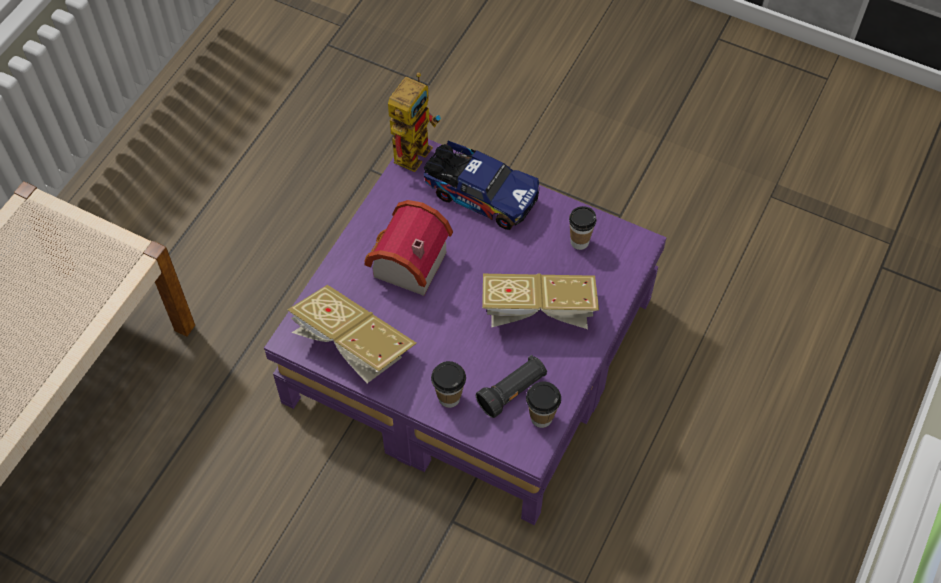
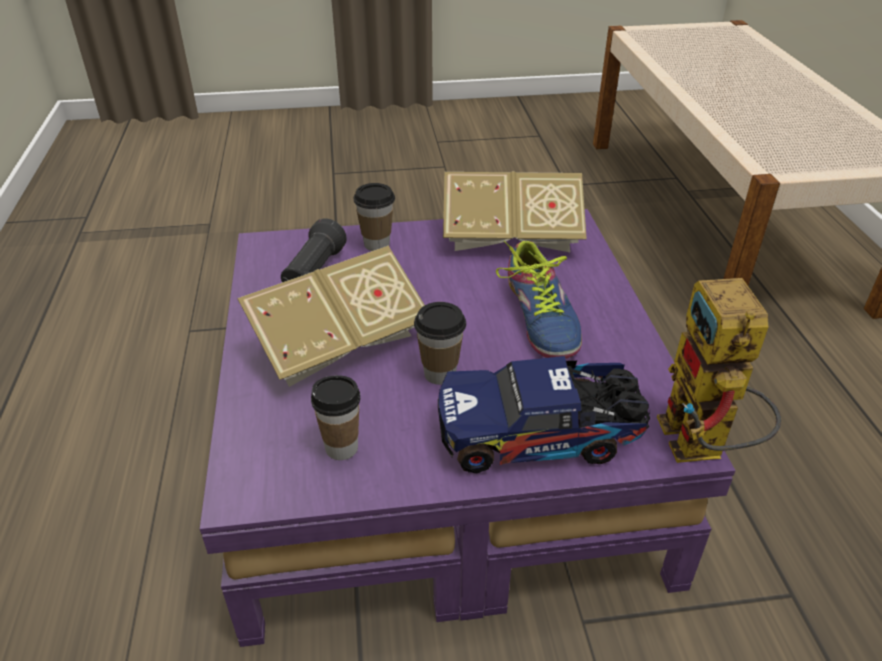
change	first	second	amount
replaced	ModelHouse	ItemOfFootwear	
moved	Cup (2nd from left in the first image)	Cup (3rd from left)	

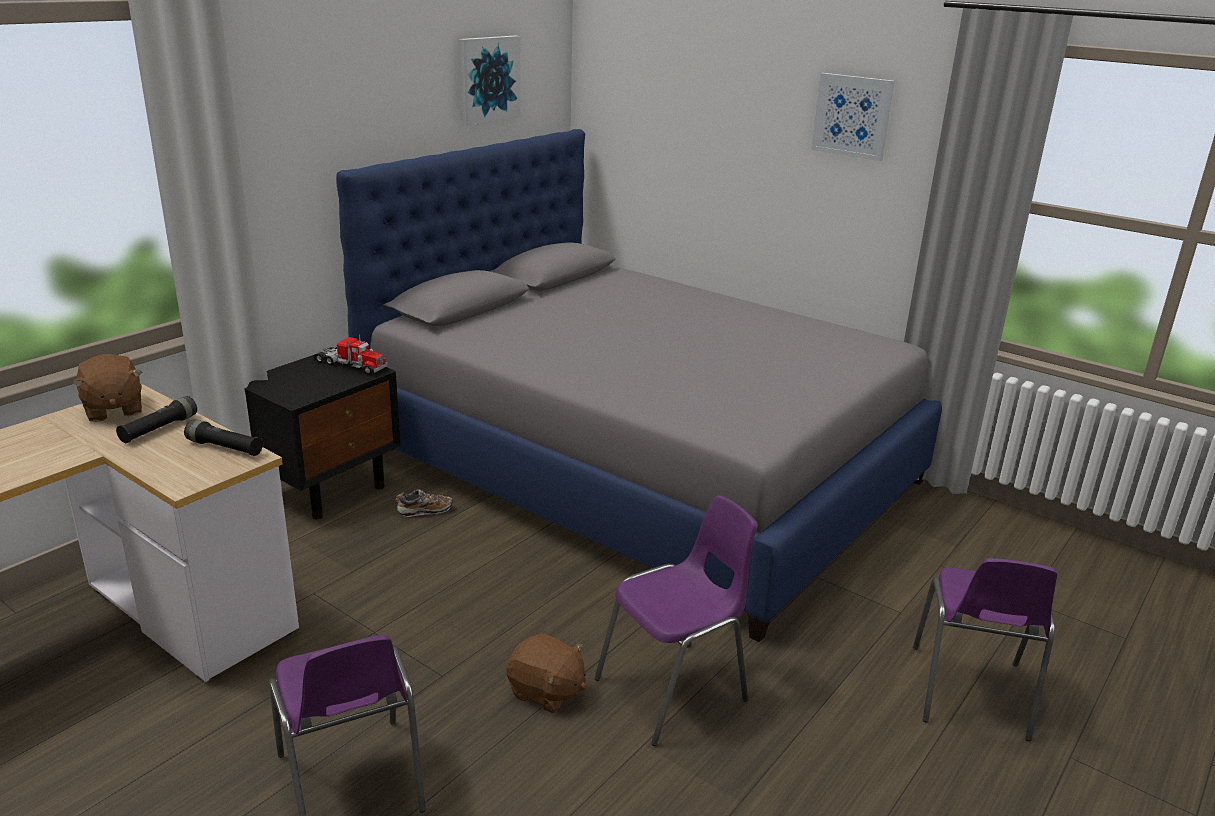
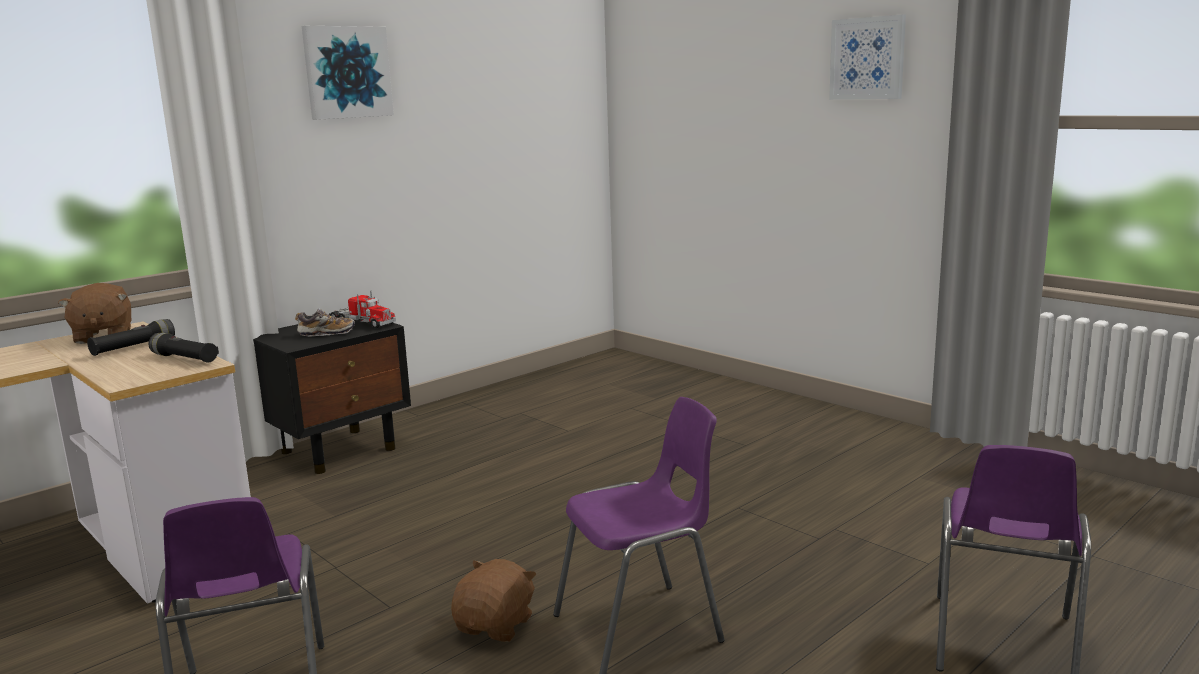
change	first	second	amount
removed	GreyishBed		
moved	ItemOfFootwear		
moved	WallArt (1st from left)		
turned	BrownishSoftToy (2nd from left)		105 degrees counterclockwise

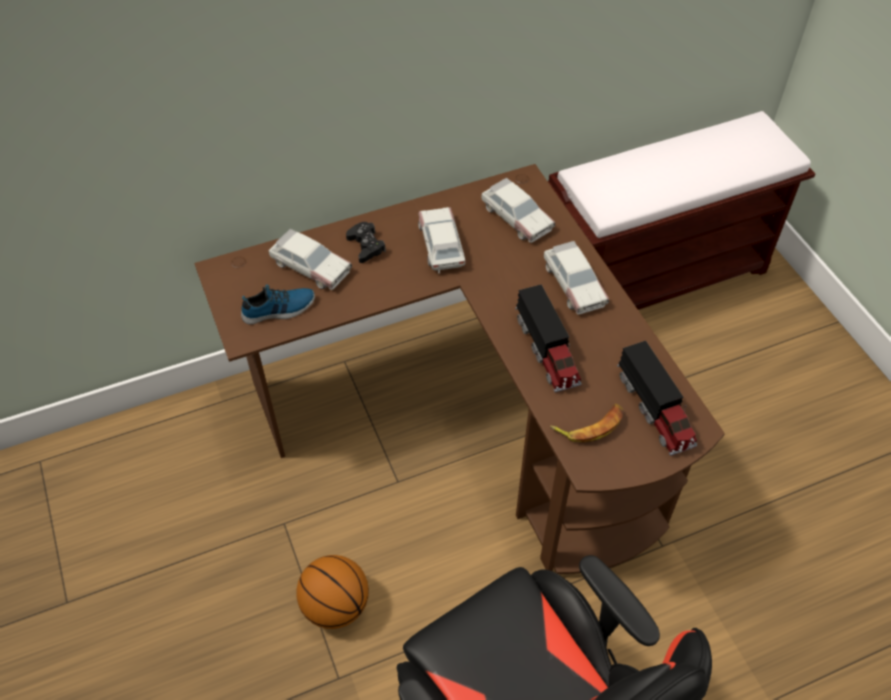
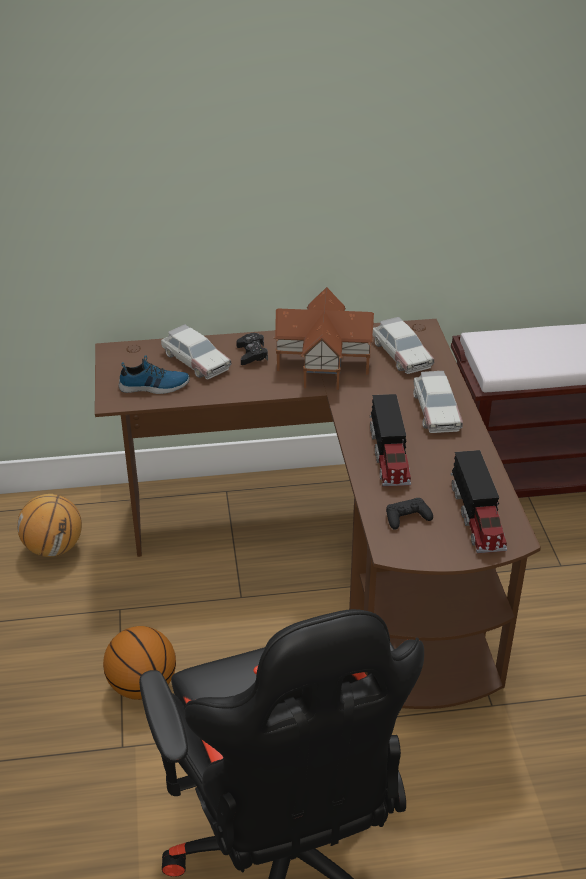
change	first	second	amount
replaced	ModelCar (2nd from left)	ModelHouse	
replaced	Banana	BlackColouredJoypad (2nd from left)	
added		Basketball (1st from left)	

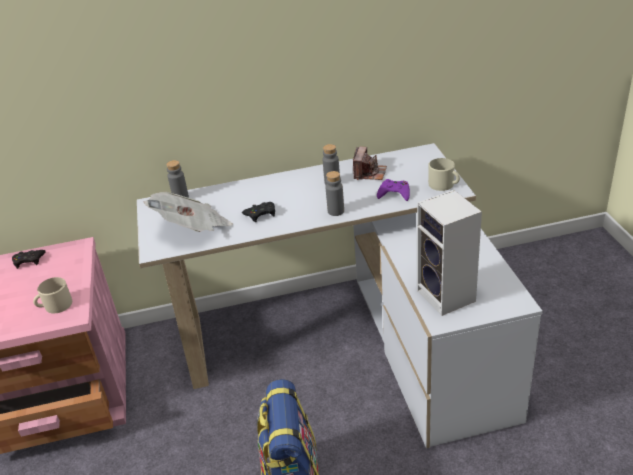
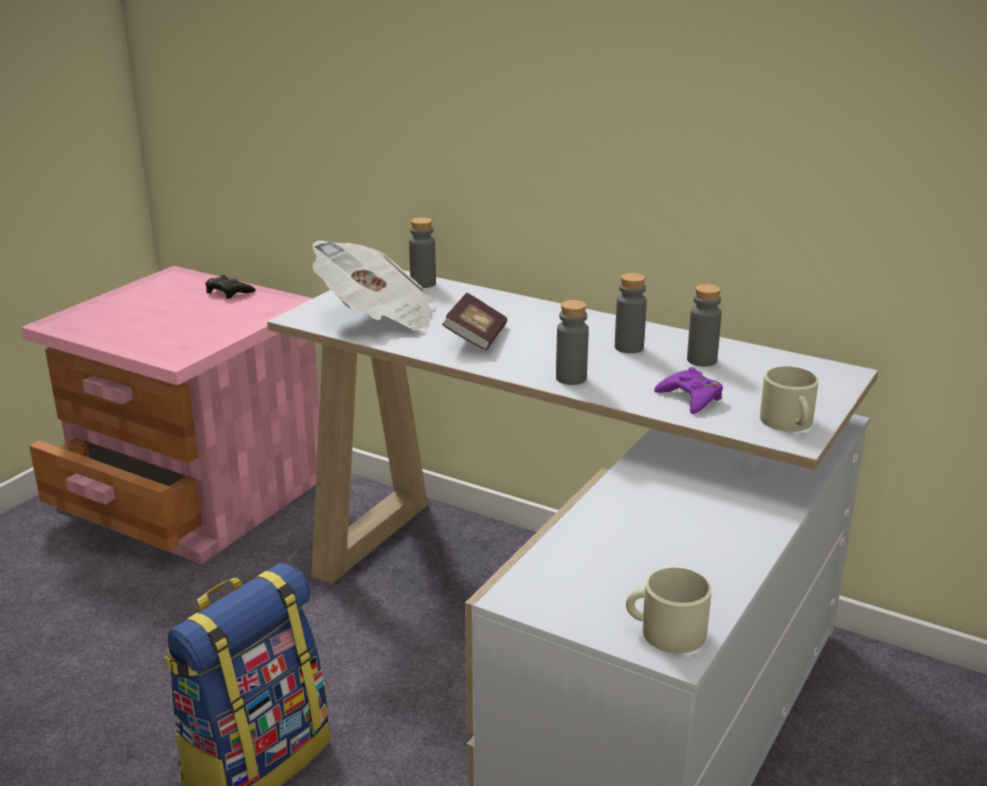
change	first	second	amount
moved	BeigeColouredTeaMug (1st from left)		
replaced	BlackColouredJoypad (2nd from left)	BoundBook	
replaced	StillCamera	GreyishBeverageBottle (4th from left)	
removed	AudioSpeaker		

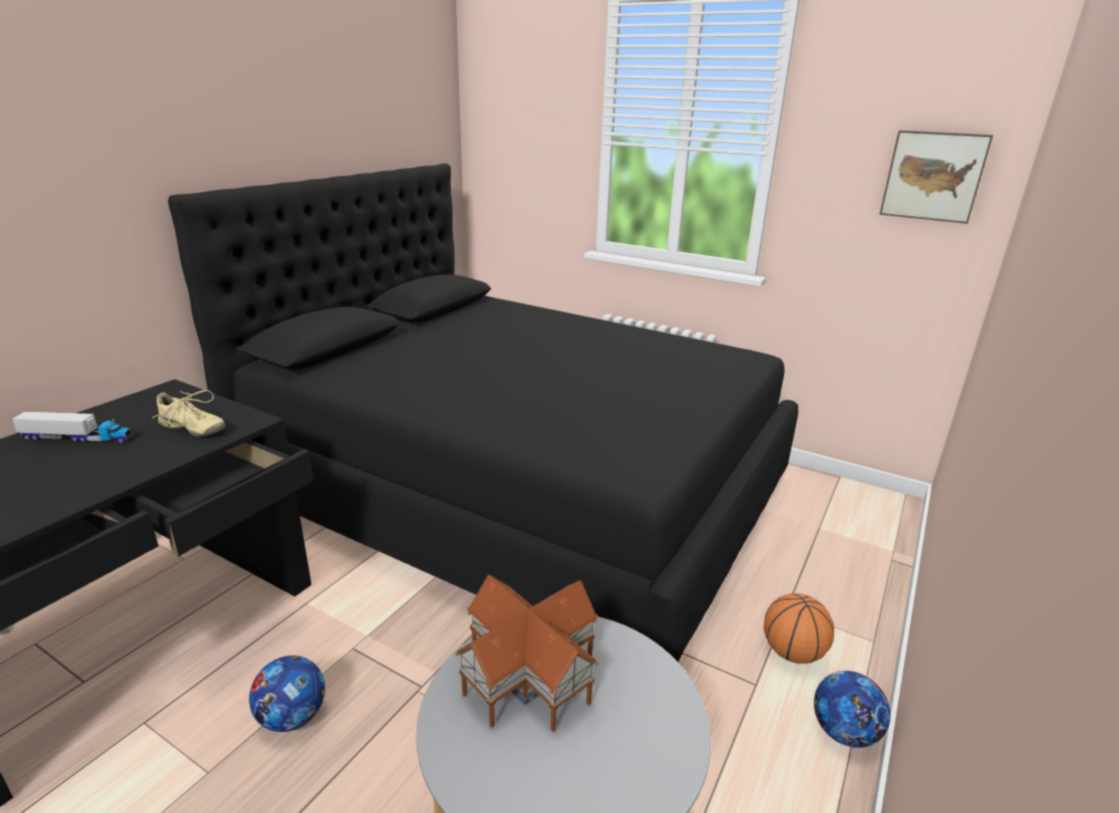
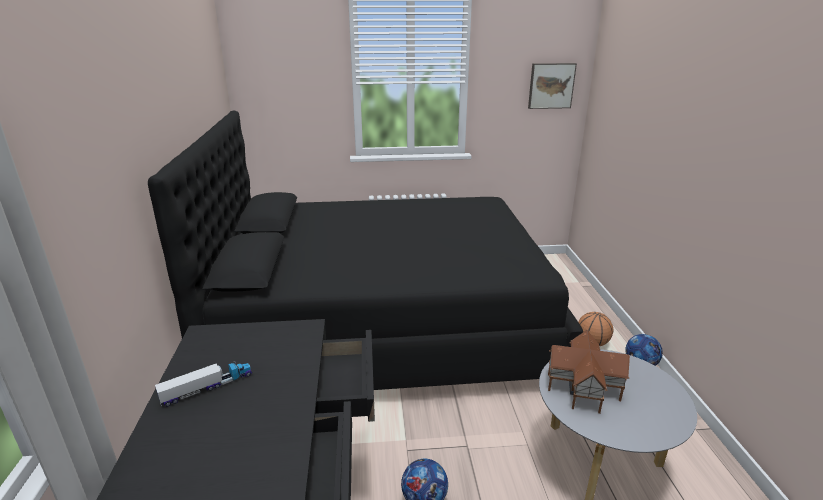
change	first	second	amount
removed	BeigeColouredItemOfFootwear		

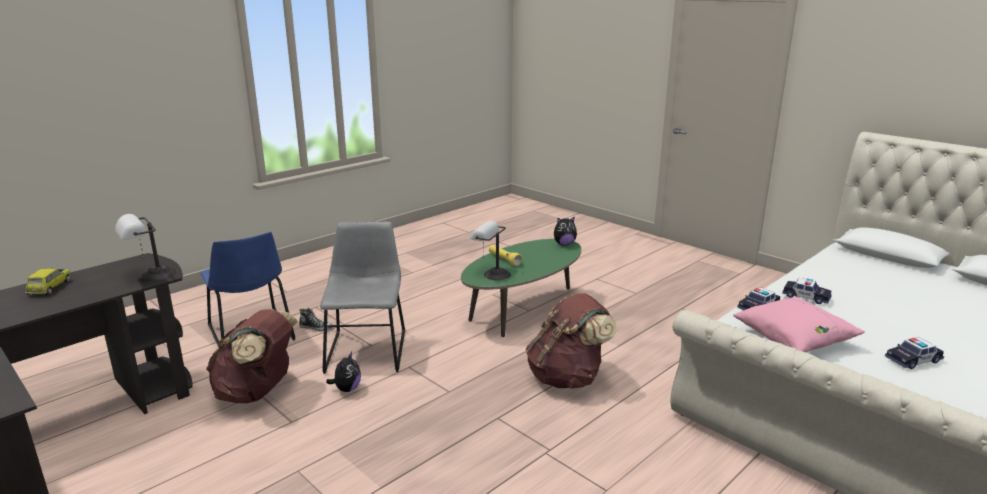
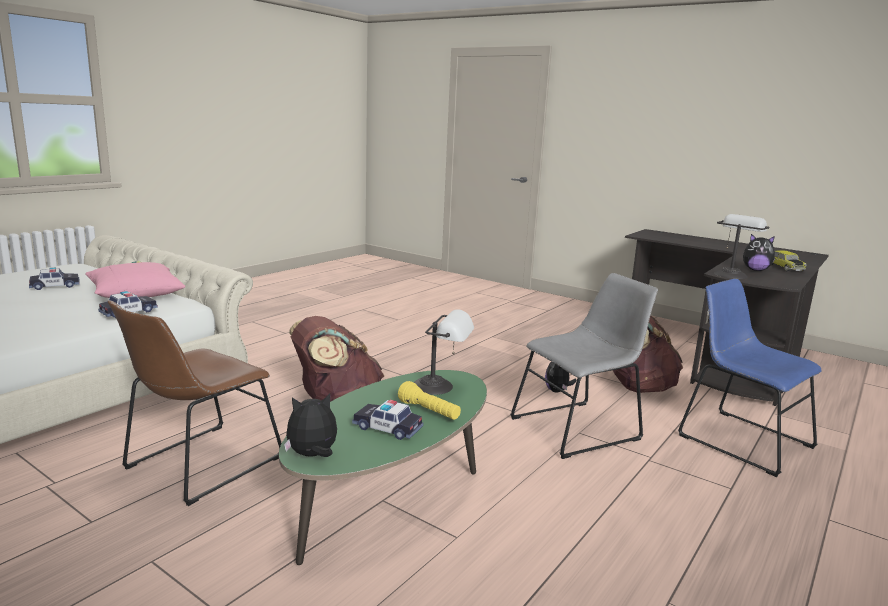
change	first	second	amount
removed	ItemOfFootwear		
turned	GreyishChair		105 degrees counterclockwise
moved	ModelCar (3rd from left)		
added		BrownishChair	
added		SoftToy (3rd from left)	

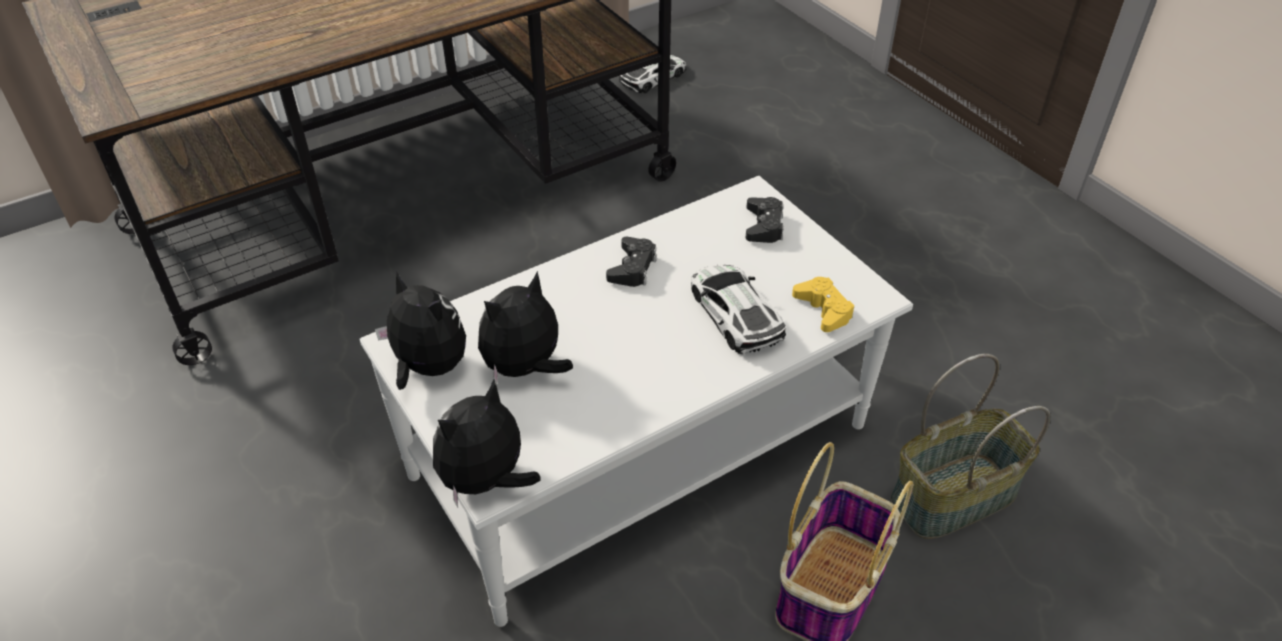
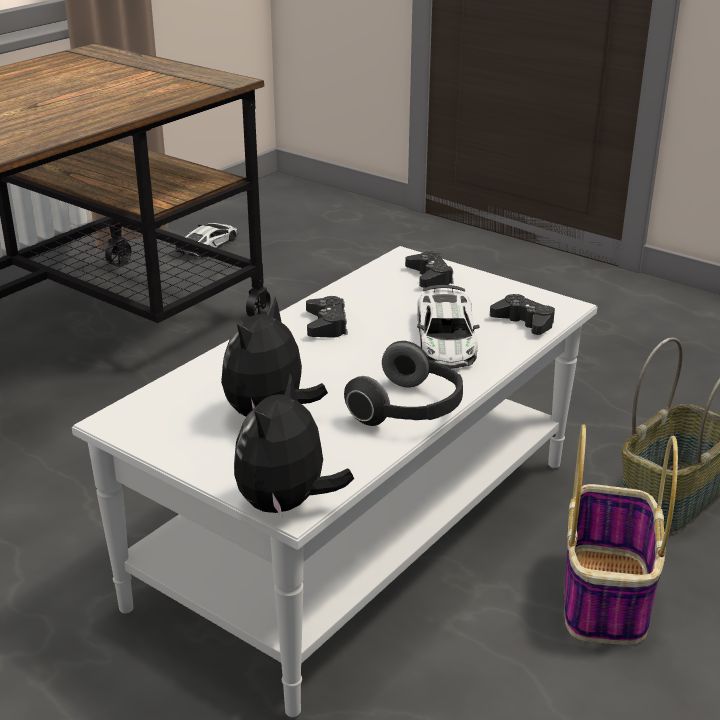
change	first	second	amount
removed	SoftToy (1st from left)		
turned	ModelCar (2nd from left)		135 degrees counterclockwise
recoloured	YellowColouredJoypad	BlackColouredJoypad (3rd from left)	
added		Headphones	

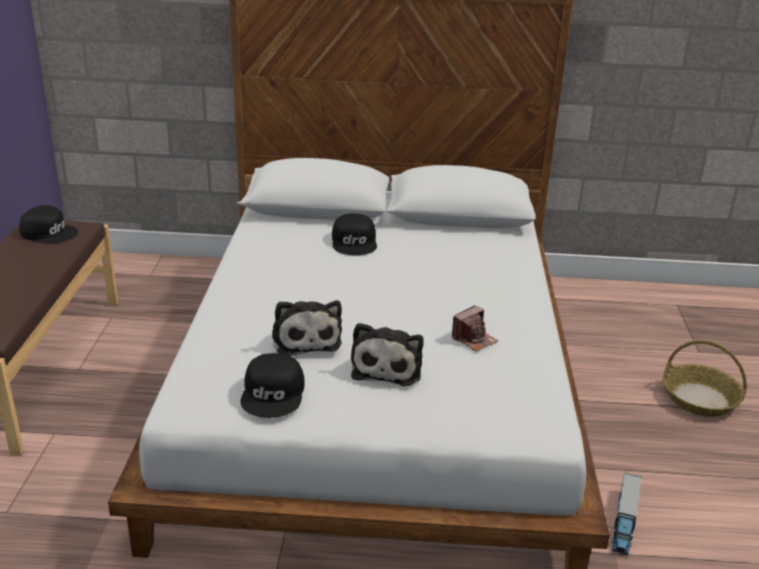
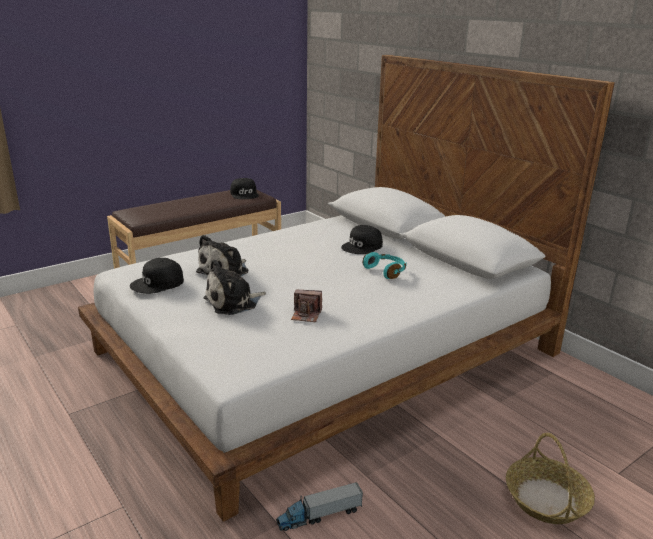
change	first	second	amount
added		TurquoiseColouredHeadphones	

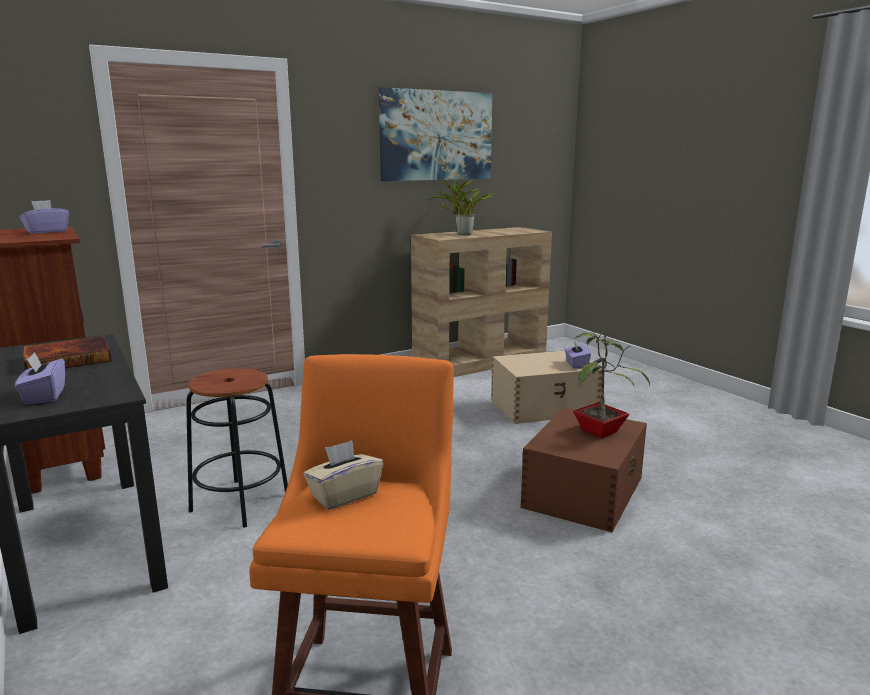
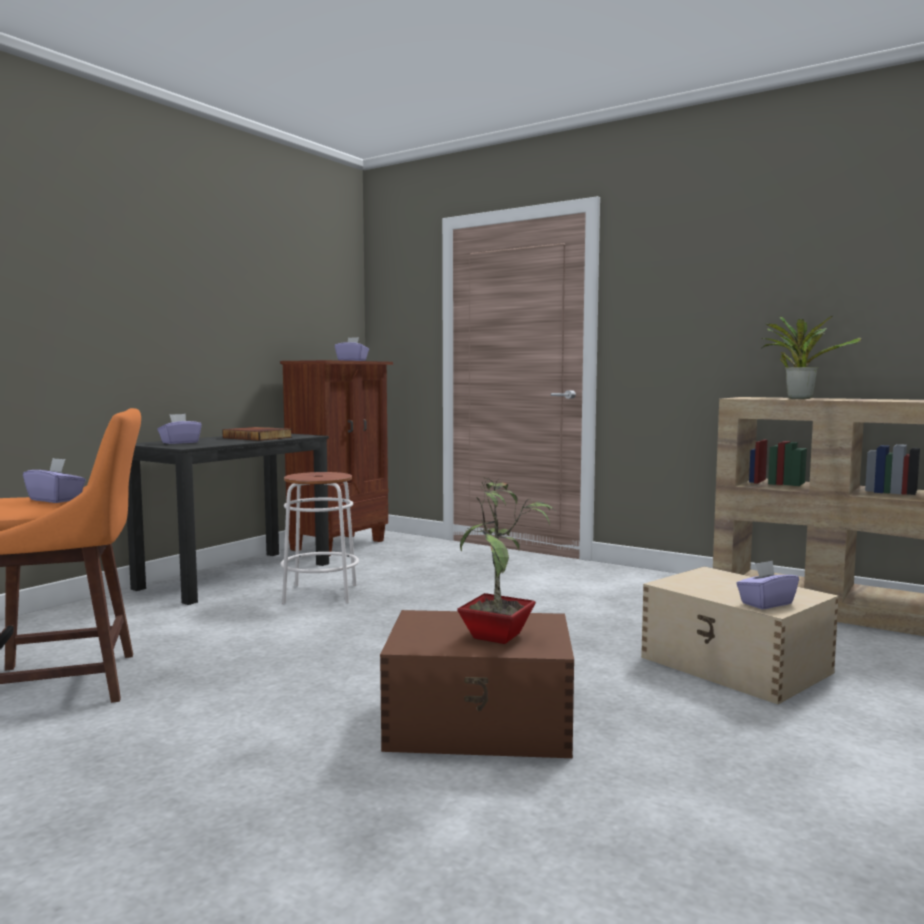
change	first	second	amount
recoloured	BlackColouredStoolSeat	WhiteStoolSeat	
recoloured	BeigeColouredBoxOfTissues	PurplishBoxOfTissues (1st from left)	
removed	WallArt		

